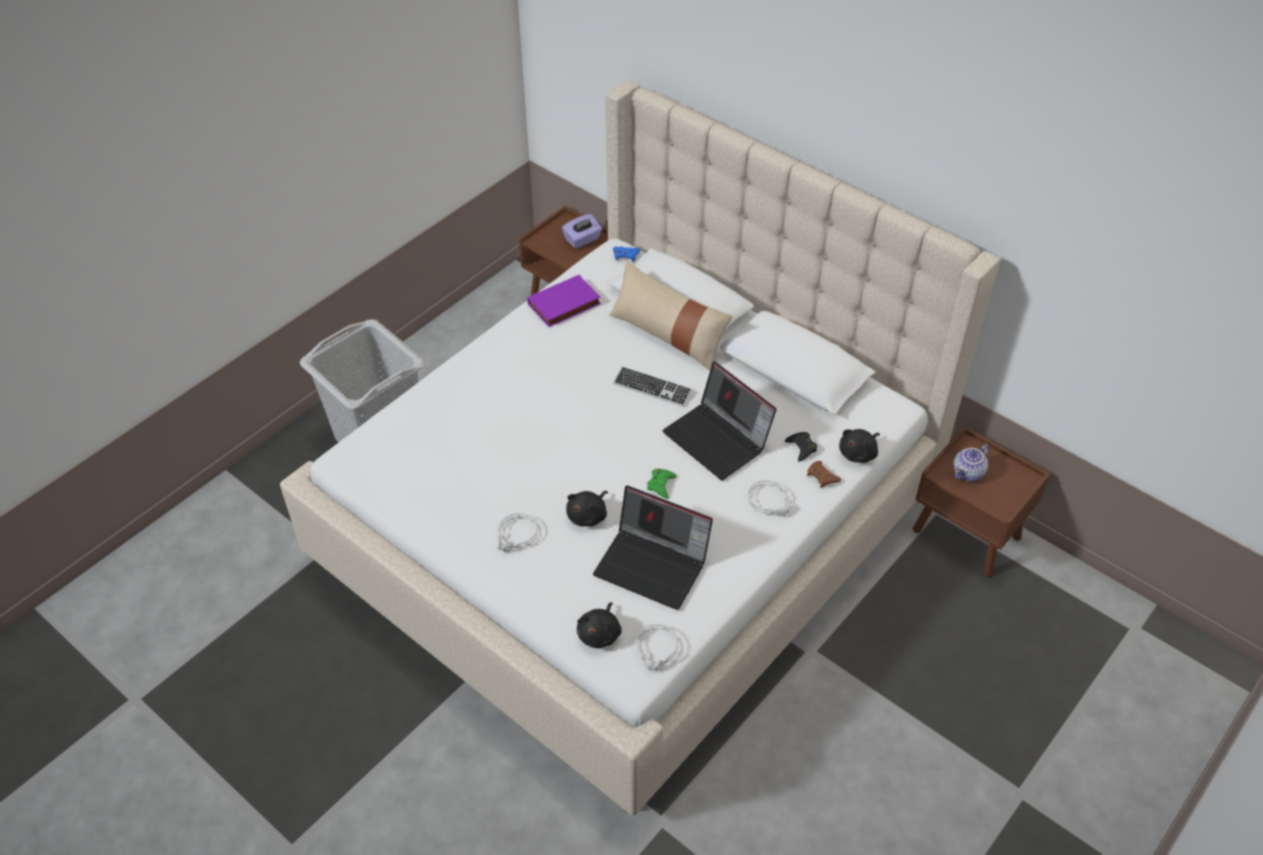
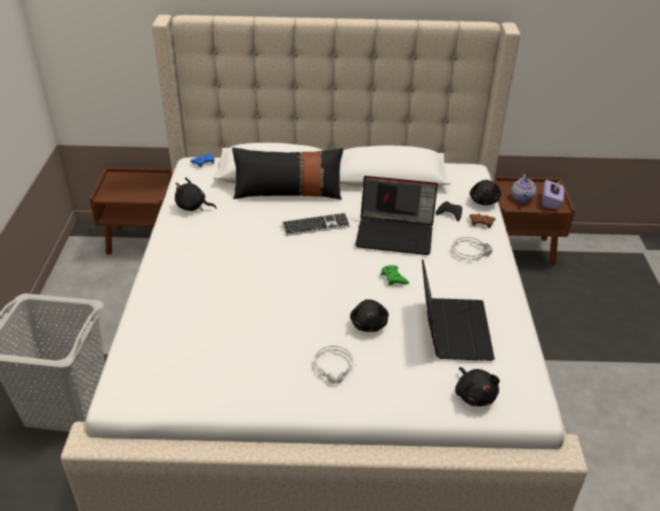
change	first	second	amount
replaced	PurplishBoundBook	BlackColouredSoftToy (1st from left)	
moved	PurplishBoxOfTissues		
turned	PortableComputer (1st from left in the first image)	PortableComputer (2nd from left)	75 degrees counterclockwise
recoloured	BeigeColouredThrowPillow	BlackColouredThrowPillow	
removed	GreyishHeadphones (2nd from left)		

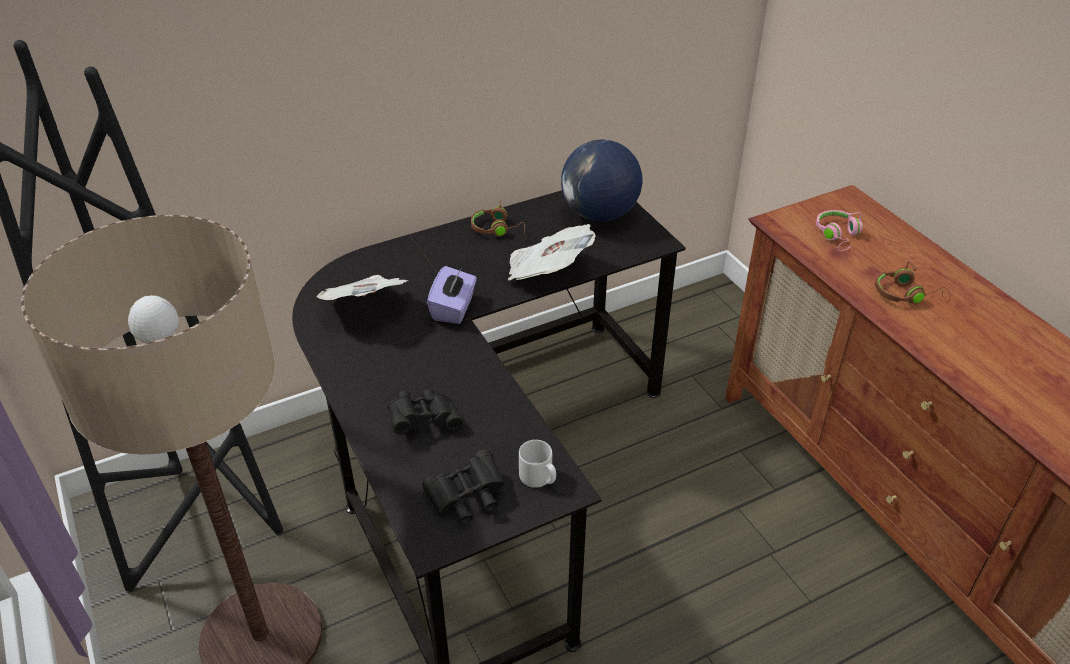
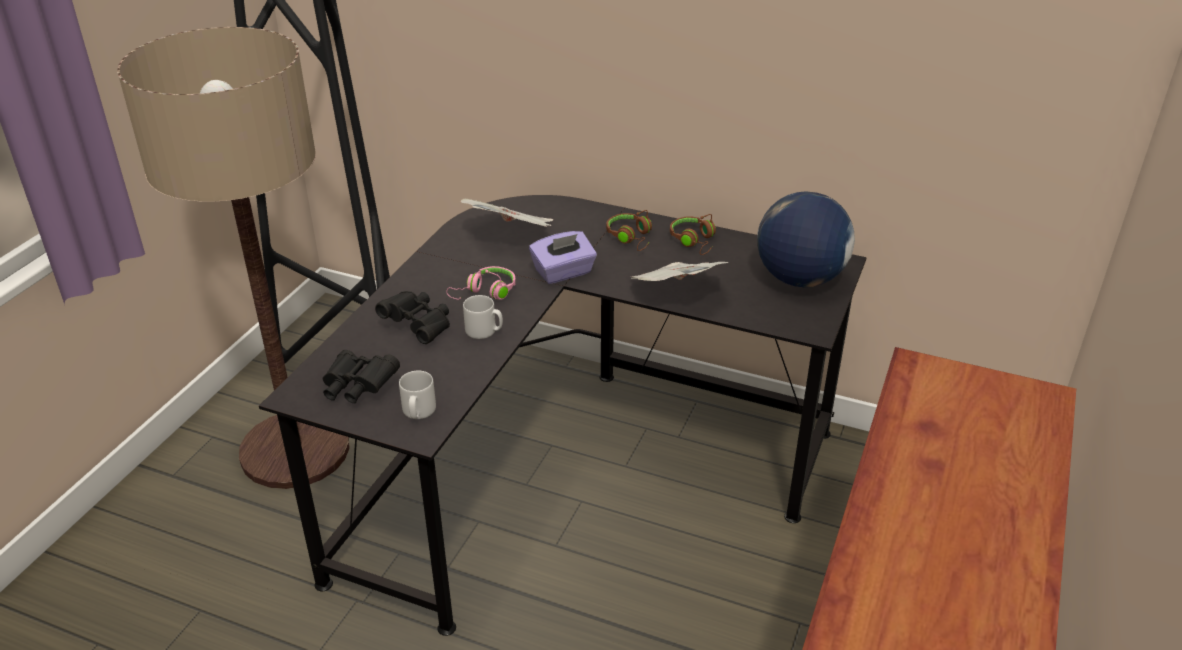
change	first	second	amount
moved	PinkishHeadphones		
moved	BrownishHeadphones (2nd from left in the first image)	BrownishHeadphones (1st from left)	
added		GreyishTeaMug (2nd from left)	

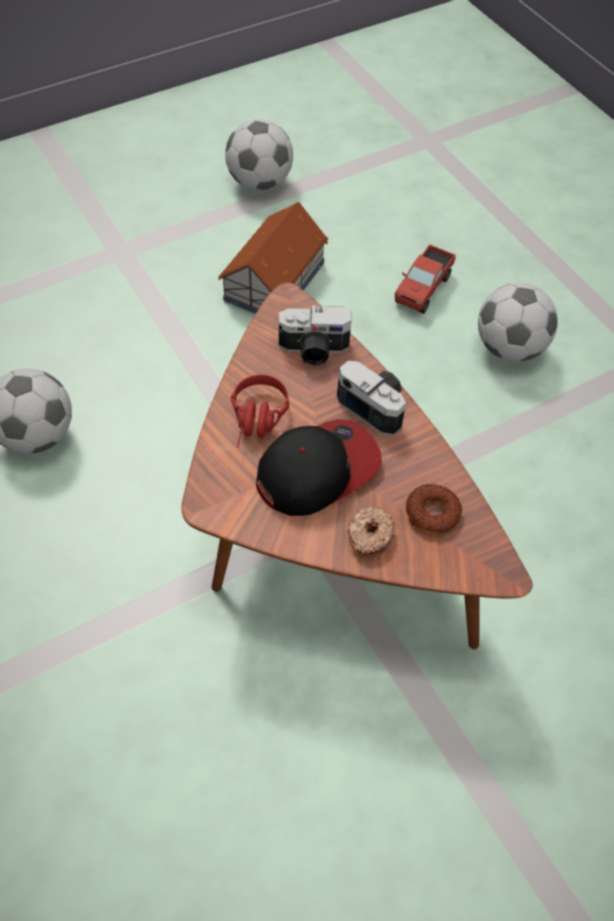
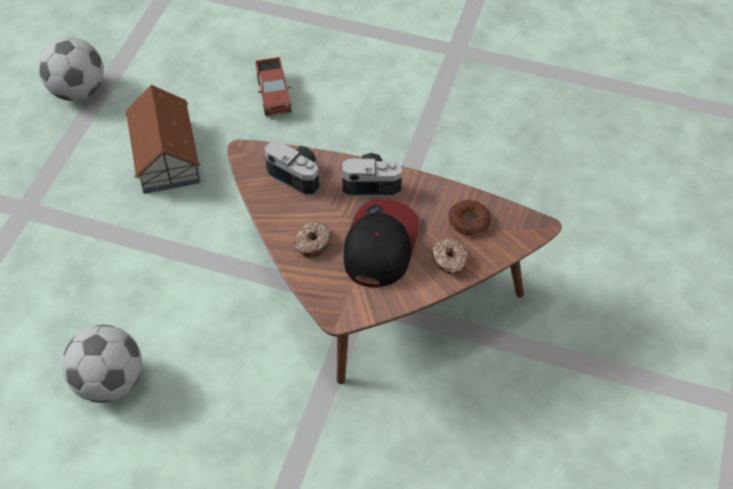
change	first	second	amount
replaced	RedColouredHeadphones	Donut (1st from left)	
turned	StillCamera (1st from left)		105 degrees counterclockwise
removed	BallForFootball (3rd from left)		

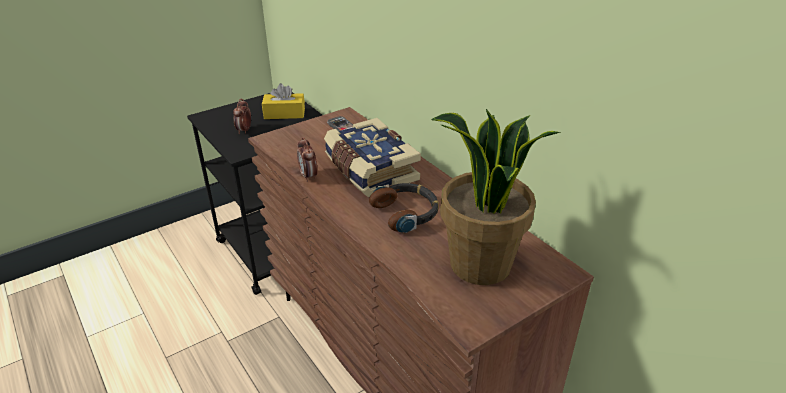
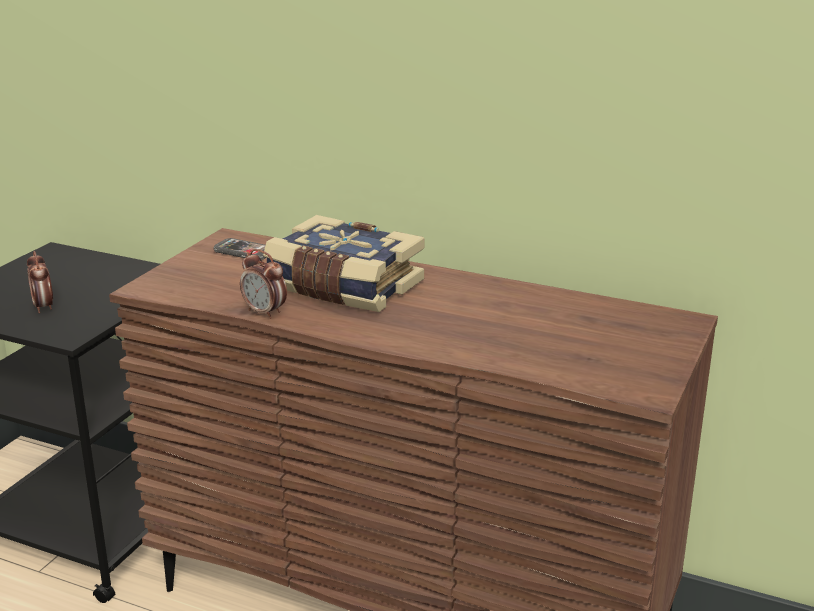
change	first	second	amount
removed	YellowColouredBoxOfTissues		
removed	Headphones		
removed	Houseplant		

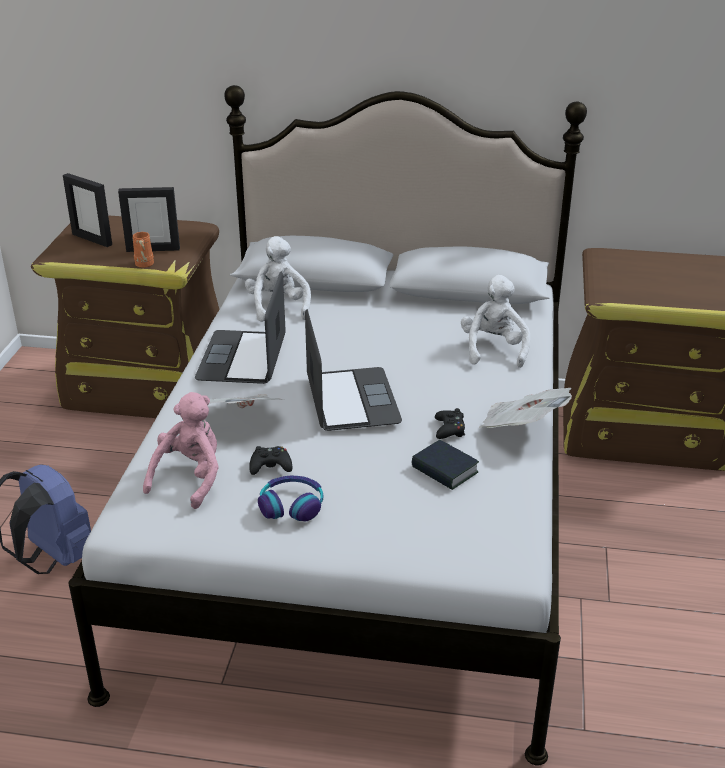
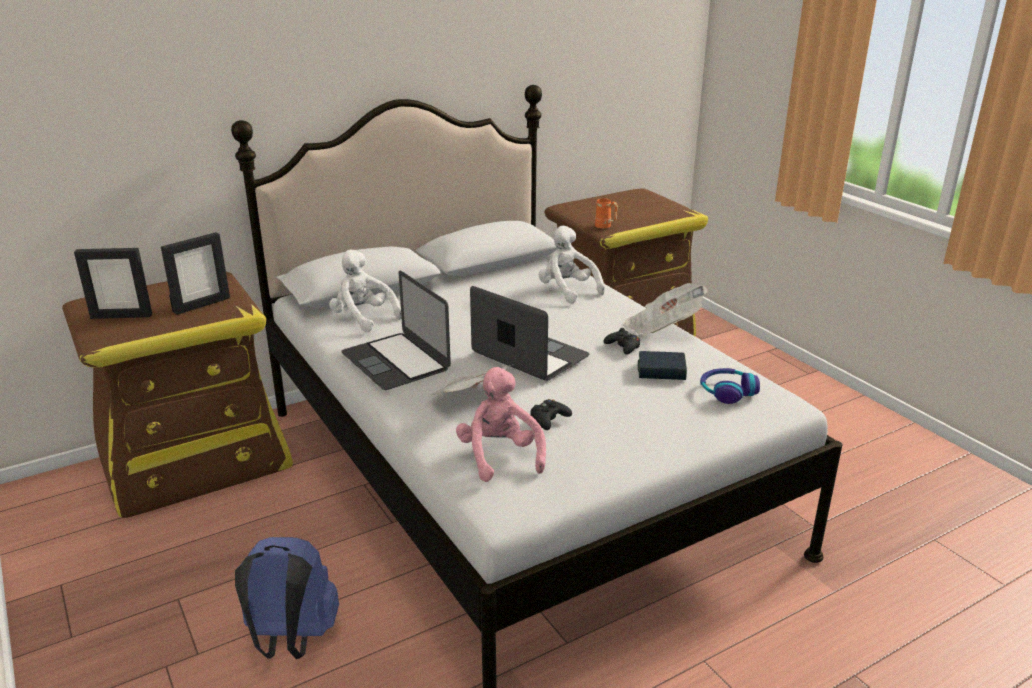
change	first	second	amount
moved	OrangeyTeaMug		
moved	Headphones		

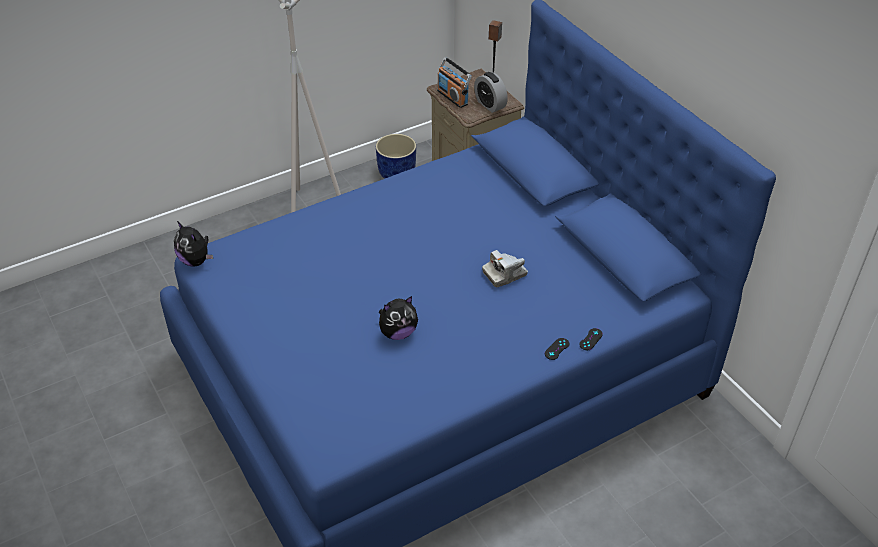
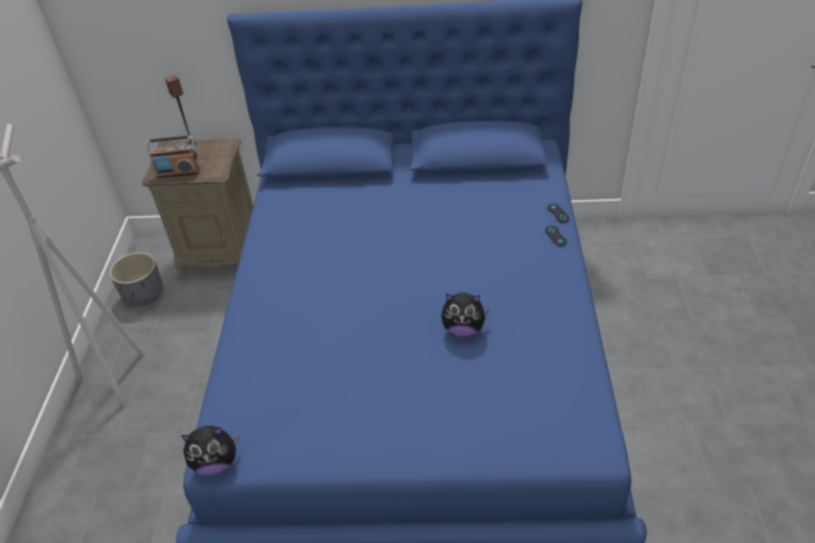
change	first	second	amount
recoloured	BluePlantPot	GreyishPlantPot	
turned	SoftToy (2nd from left)		90 degrees clockwise
removed	TableClock		
removed	StillCamera		

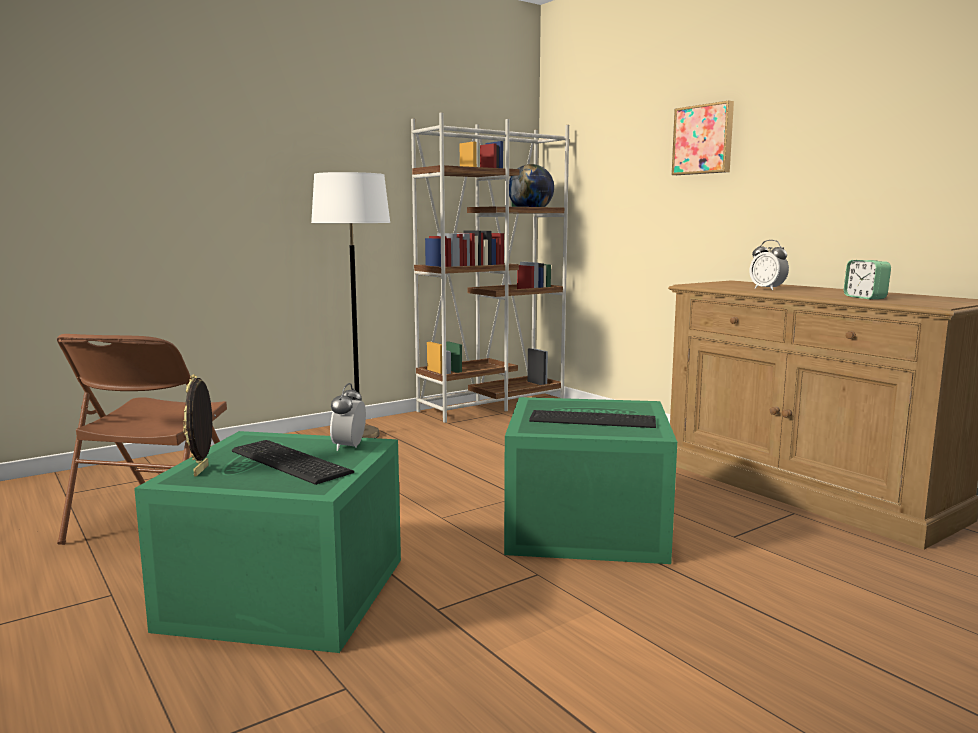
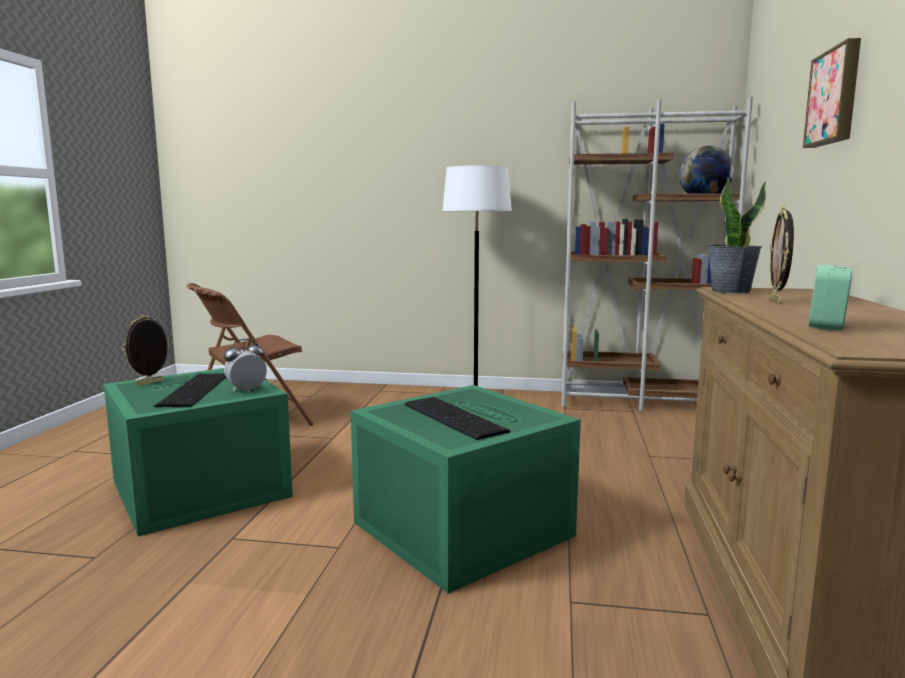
change	first	second	amount
replaced	TableClock (2nd from left)	PictureFrame (2nd from left)	
added		Houseplant	

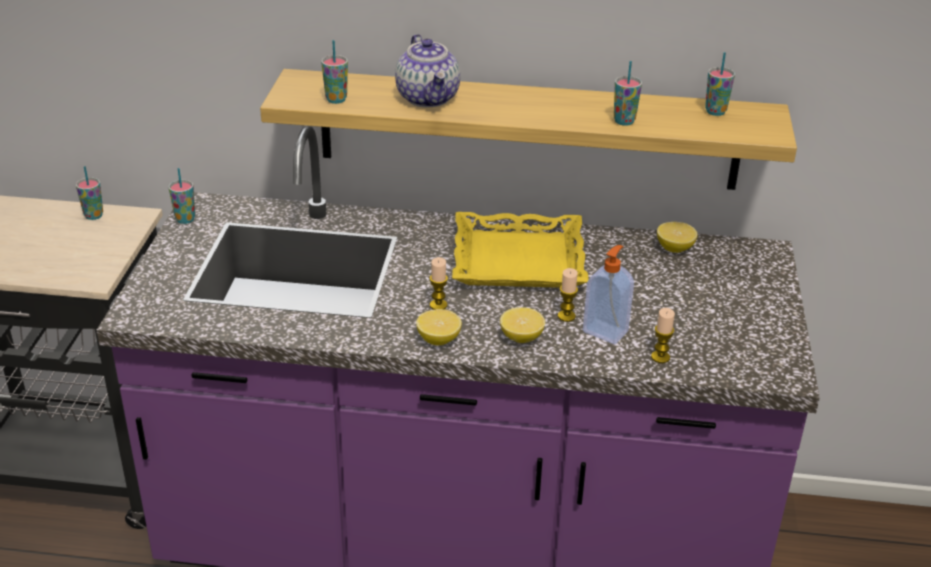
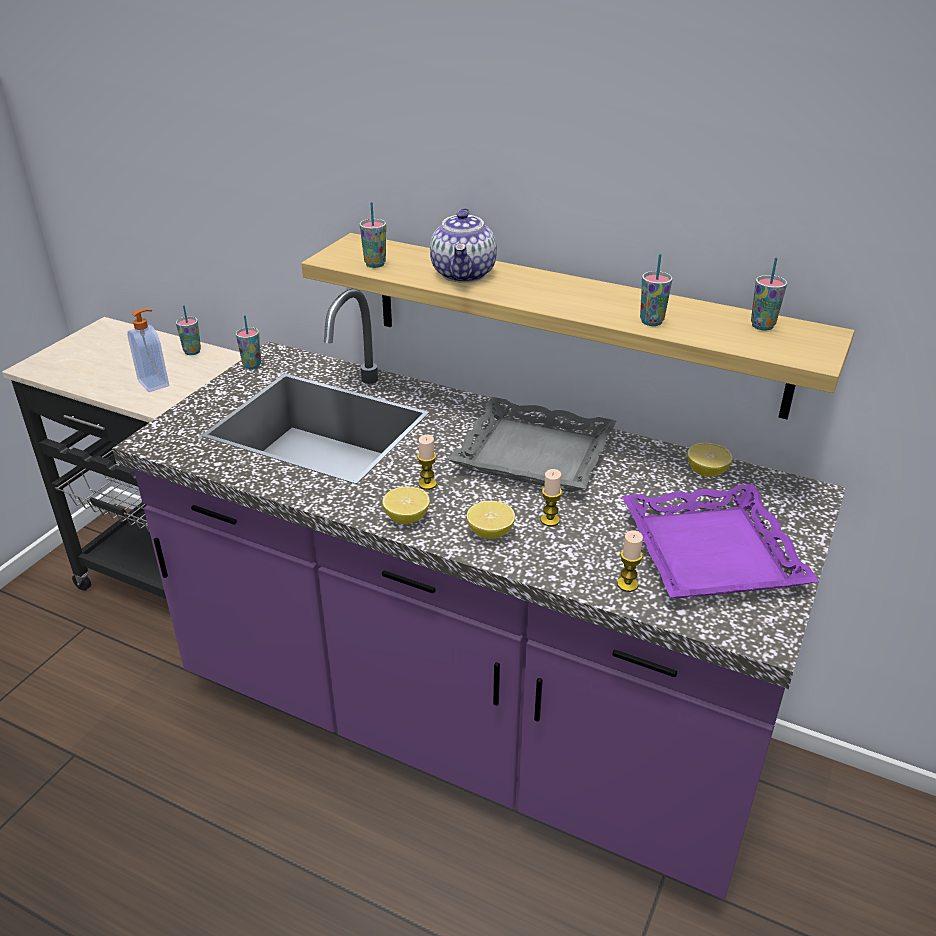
change	first	second	amount
recoloured	YellowColouredCarryingTray	GreyishCarryingTray	
moved	LiquidSoapBottle		
added		PurplishCarryingTray	

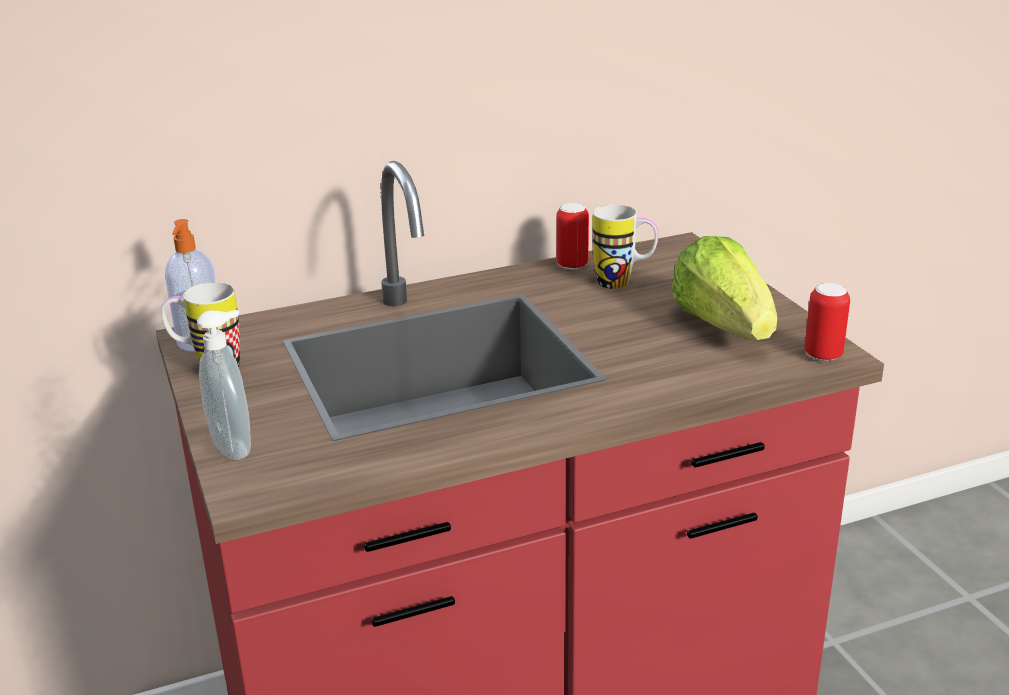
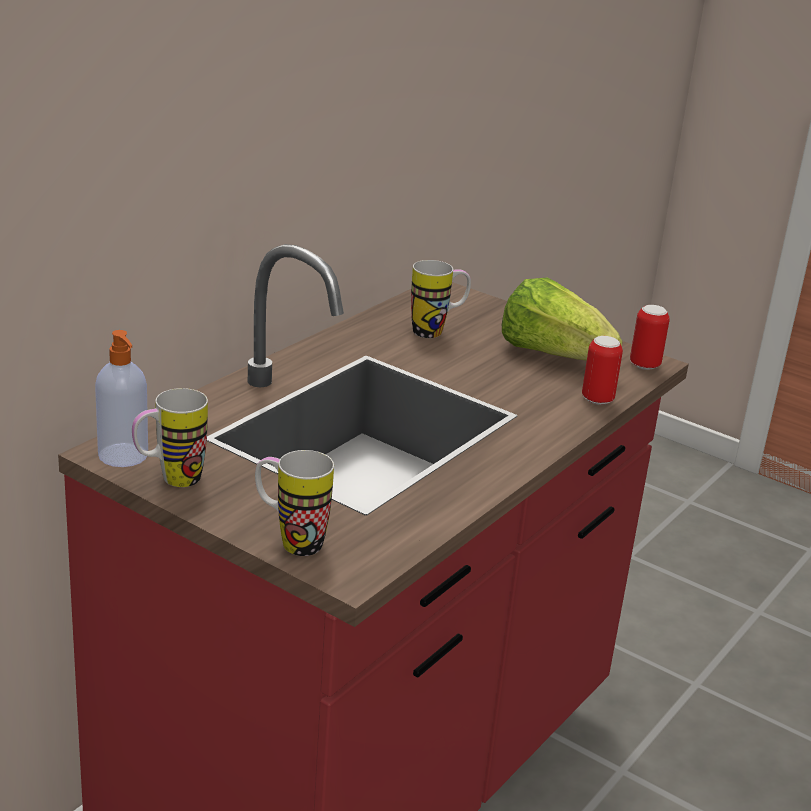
change	first	second	amount
replaced	LiquidSoapBottle (2nd from left)	TeaMug (2nd from left)	
moved	MetalCan (1st from left)		

